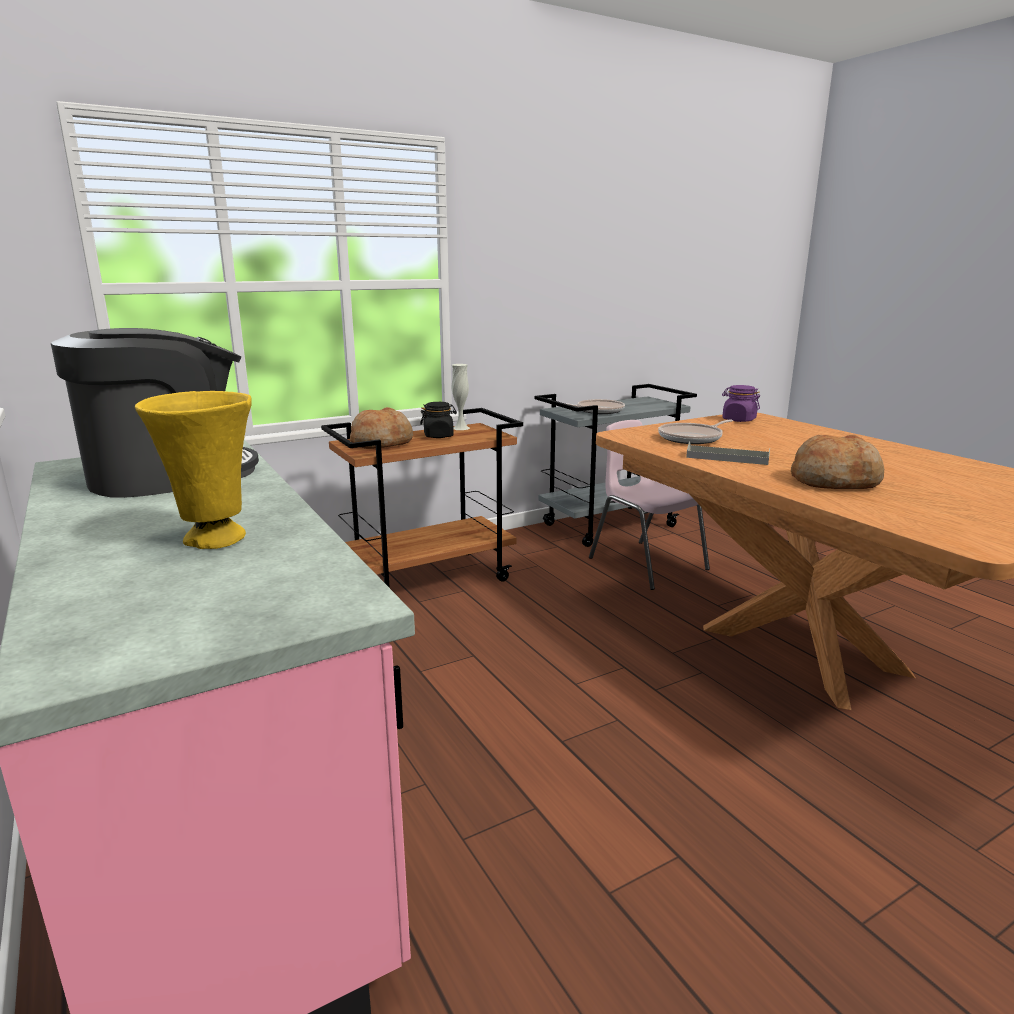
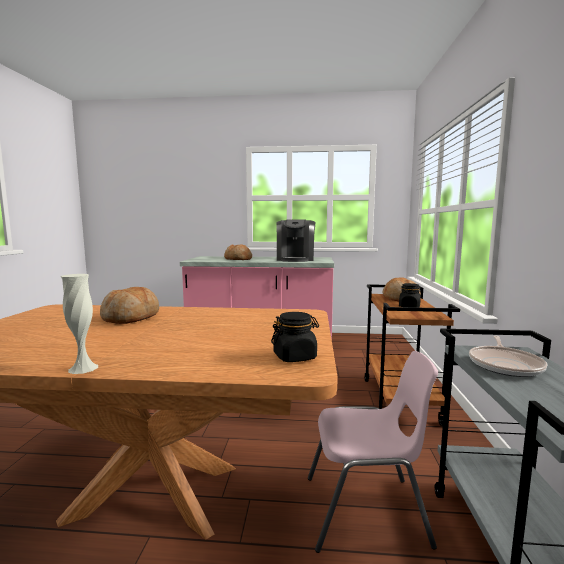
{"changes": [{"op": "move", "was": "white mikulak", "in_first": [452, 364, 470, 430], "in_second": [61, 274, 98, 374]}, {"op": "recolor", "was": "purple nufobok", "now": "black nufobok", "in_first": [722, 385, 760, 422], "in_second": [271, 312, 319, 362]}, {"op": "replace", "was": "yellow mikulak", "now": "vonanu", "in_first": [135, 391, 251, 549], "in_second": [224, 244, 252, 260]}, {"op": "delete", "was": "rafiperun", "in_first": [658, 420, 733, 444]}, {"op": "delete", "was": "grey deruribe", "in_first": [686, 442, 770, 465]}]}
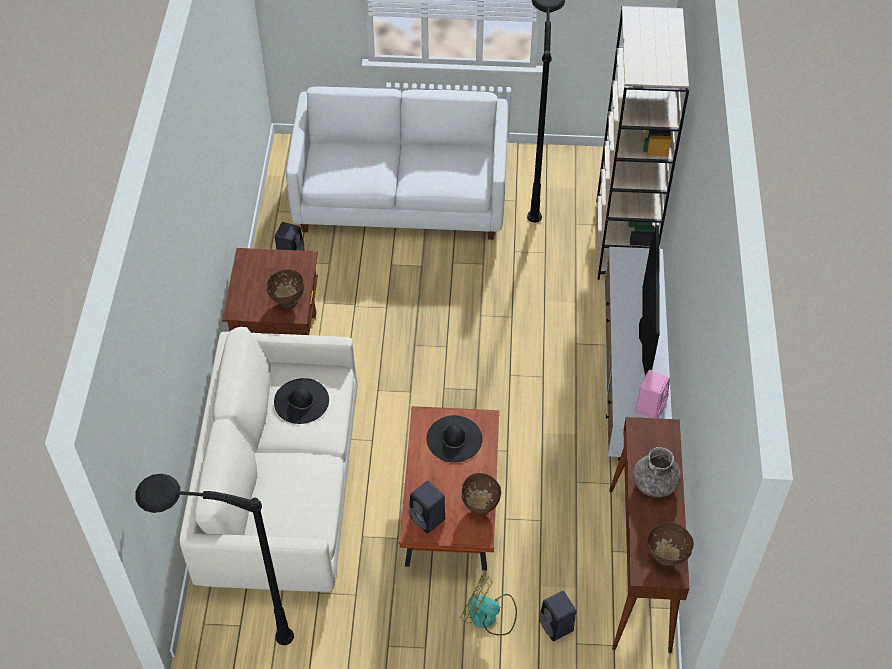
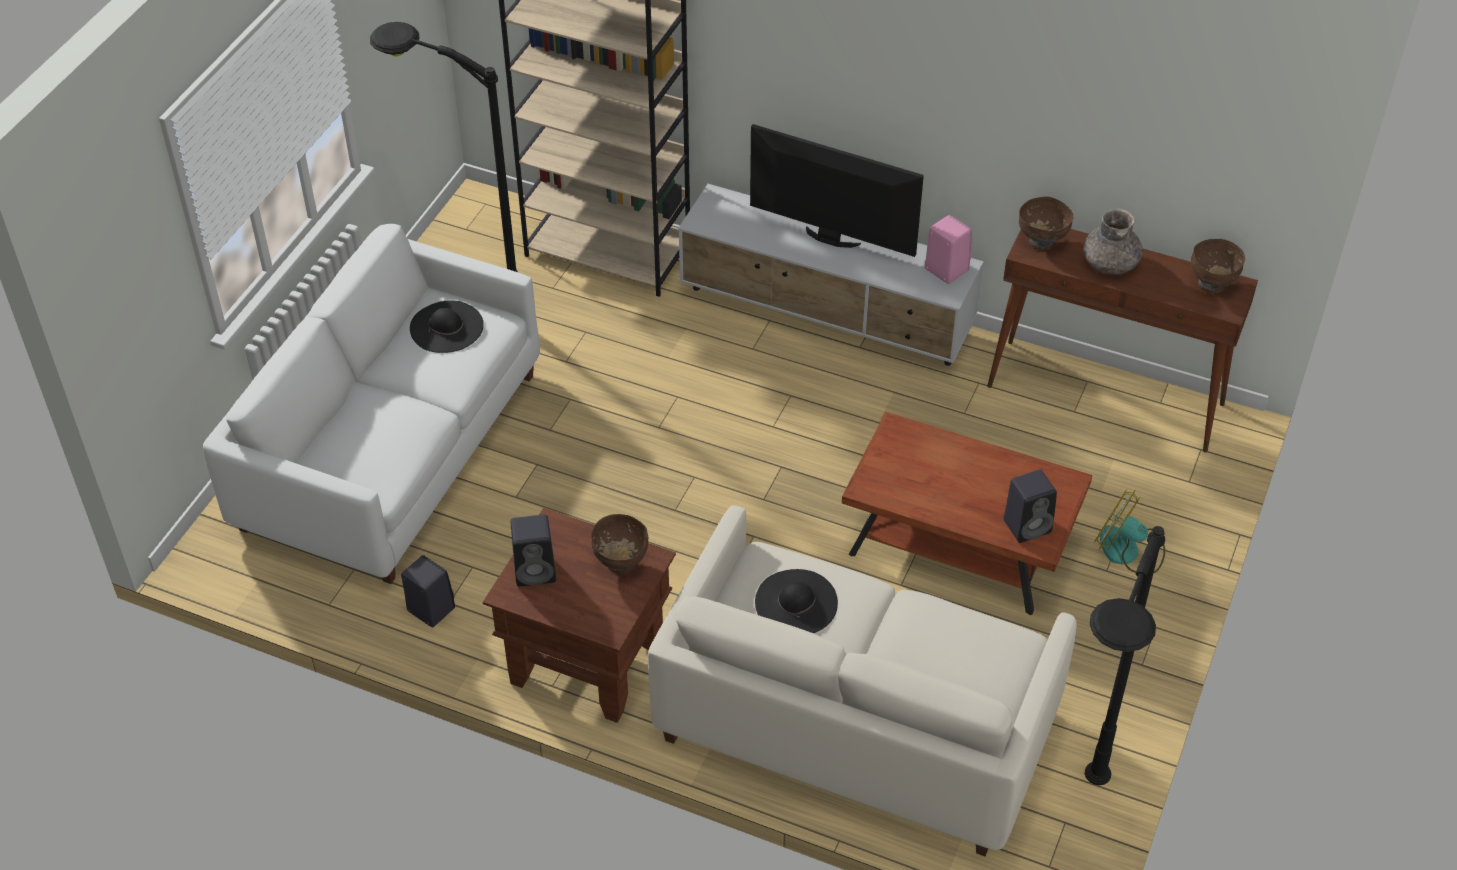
{"changes": [{"op": "move", "was": "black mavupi", "in_first": [427, 415, 483, 463], "in_second": [410, 300, 484, 353]}, {"op": "move", "was": "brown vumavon", "in_first": [462, 473, 501, 514], "in_second": [1019, 196, 1073, 250]}, {"op": "rotate", "was": "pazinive", "in_first": [460, 576, 517, 635], "in_second": [1094, 489, 1165, 573], "clockwise": 75}, {"op": "move", "was": "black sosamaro", "in_first": [539, 591, 576, 641], "in_second": [511, 514, 556, 587]}]}
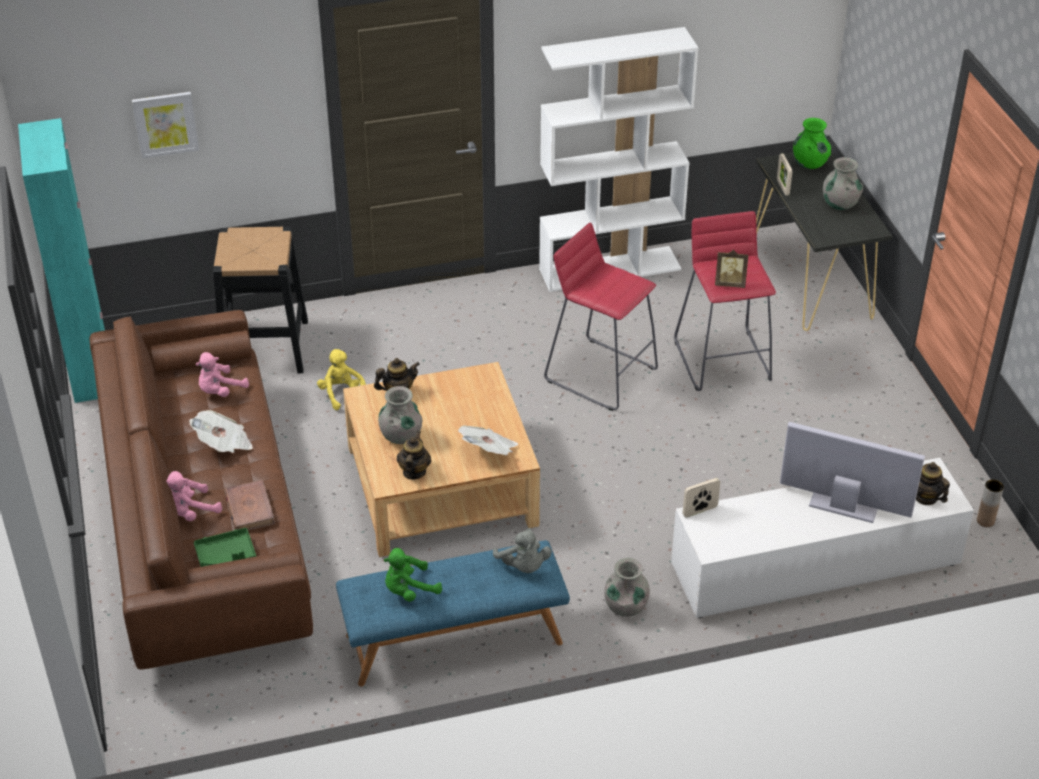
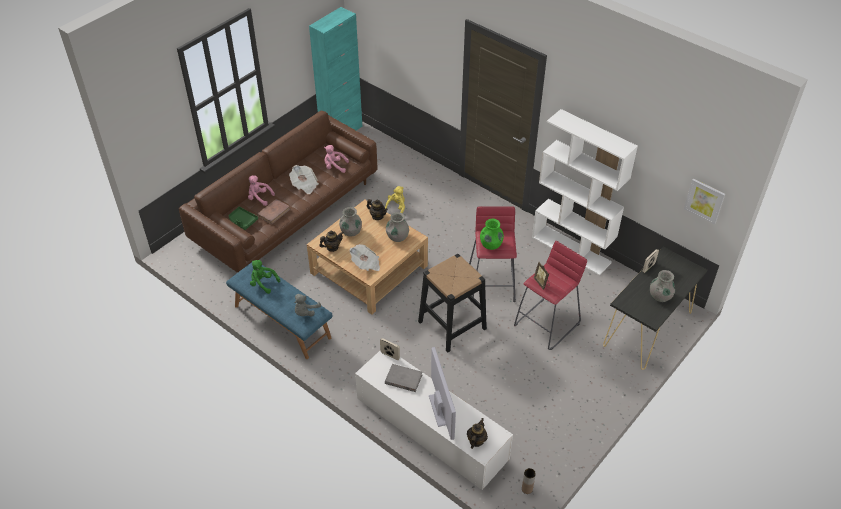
{"changes": [{"op": "move", "was": "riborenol", "in_first": [132, 92, 199, 159], "in_second": [684, 179, 725, 224]}, {"op": "move", "was": "green mikulak", "in_first": [793, 118, 831, 169], "in_second": [480, 219, 504, 250]}, {"op": "move", "was": "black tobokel", "in_first": [213, 227, 308, 373], "in_second": [418, 254, 487, 352]}, {"op": "move", "was": "grey mikulak", "in_first": [604, 558, 650, 617], "in_second": [386, 212, 409, 242]}, {"op": "insert", "now": "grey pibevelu", "in_second": [385, 364, 422, 392]}]}
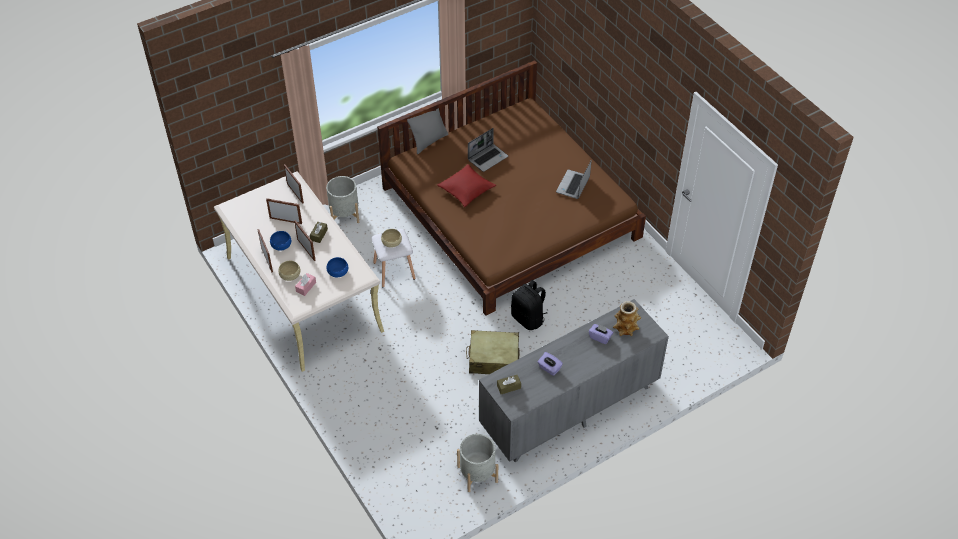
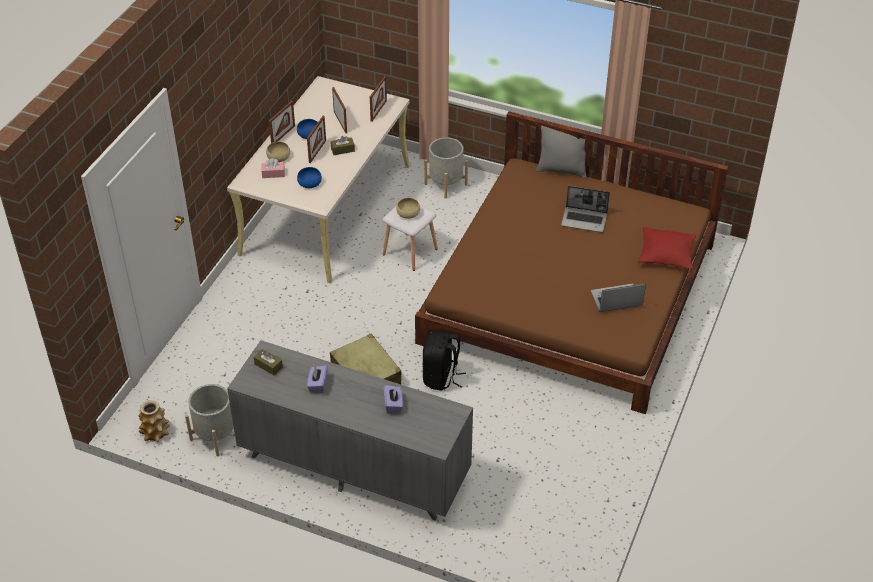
{"changes": [{"op": "move", "was": "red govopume", "in_first": [437, 164, 496, 207], "in_second": [638, 227, 696, 270]}, {"op": "move", "was": "mikulak", "in_first": [613, 301, 641, 336], "in_second": [138, 400, 170, 442]}]}
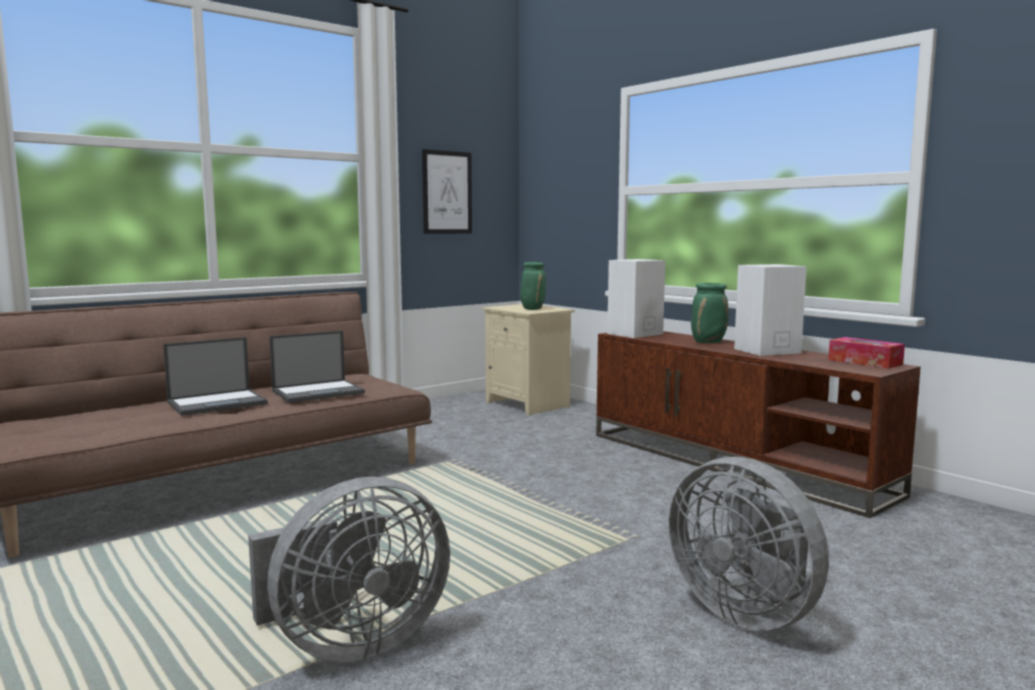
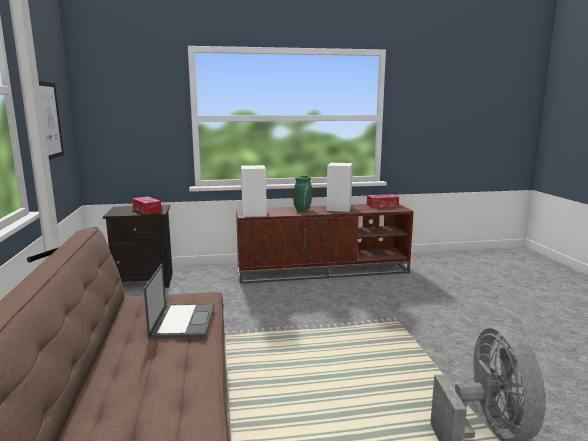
{"changes": [{"op": "replace", "was": "green mikulak", "now": "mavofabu", "in_first": [521, 262, 546, 310], "in_second": [132, 196, 162, 214]}, {"op": "recolor", "was": "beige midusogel", "now": "black midusogel", "in_first": [482, 304, 575, 415], "in_second": [103, 205, 173, 288]}, {"op": "delete", "was": "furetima", "in_first": [163, 337, 268, 416]}, {"op": "delete", "was": "grey pazinive", "in_first": [669, 457, 829, 631]}]}
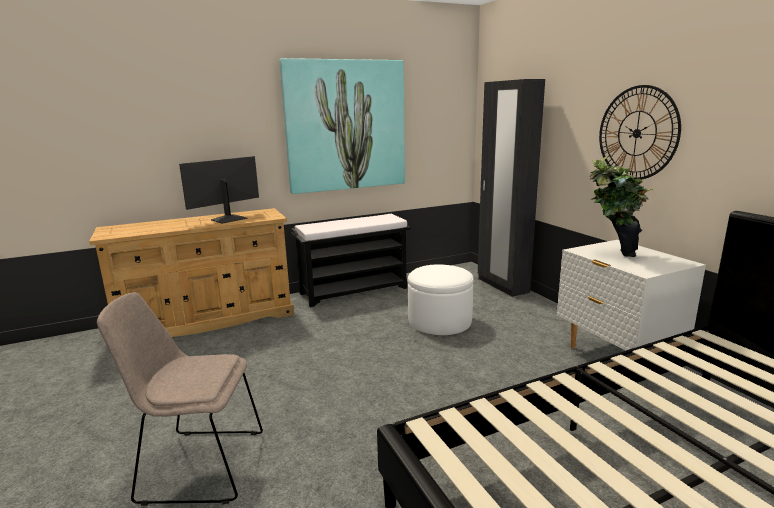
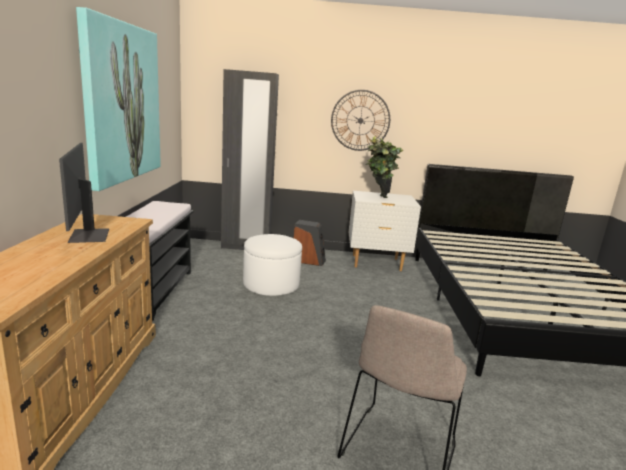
{"changes": [{"op": "insert", "now": "sosamaro", "in_second": [294, 220, 326, 266]}]}
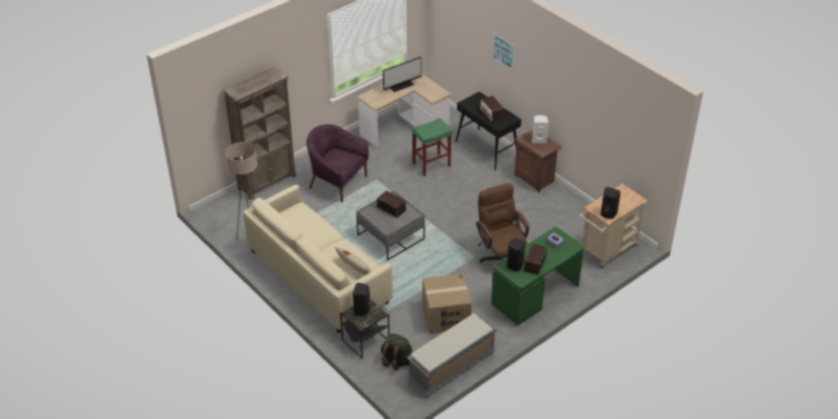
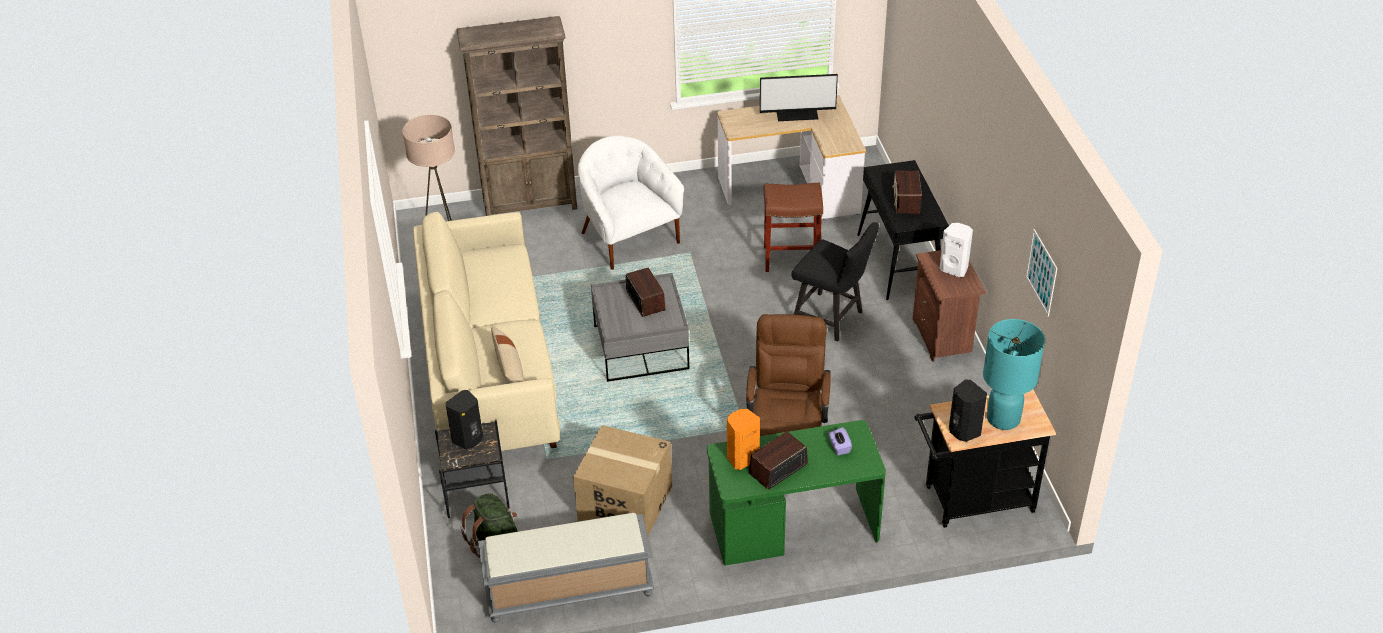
{"changes": [{"op": "move", "was": "riborenol", "in_first": [492, 33, 515, 71], "in_second": [1026, 229, 1057, 316]}, {"op": "recolor", "was": "green tobokel", "now": "brown tobokel", "in_first": [412, 118, 452, 176], "in_second": [764, 182, 823, 272]}, {"op": "recolor", "was": "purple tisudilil", "now": "white tisudilil", "in_first": [306, 124, 369, 202], "in_second": [578, 136, 684, 270]}, {"op": "recolor", "was": "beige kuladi", "now": "black kuladi", "in_first": [579, 184, 648, 269], "in_second": [915, 389, 1056, 528]}, {"op": "recolor", "was": "black sosamaro", "now": "orange sosamaro", "in_first": [507, 238, 525, 272], "in_second": [727, 409, 760, 470]}, {"op": "insert", "now": "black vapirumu", "in_second": [792, 222, 879, 342]}, {"op": "insert", "now": "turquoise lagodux", "in_second": [983, 319, 1045, 430]}]}
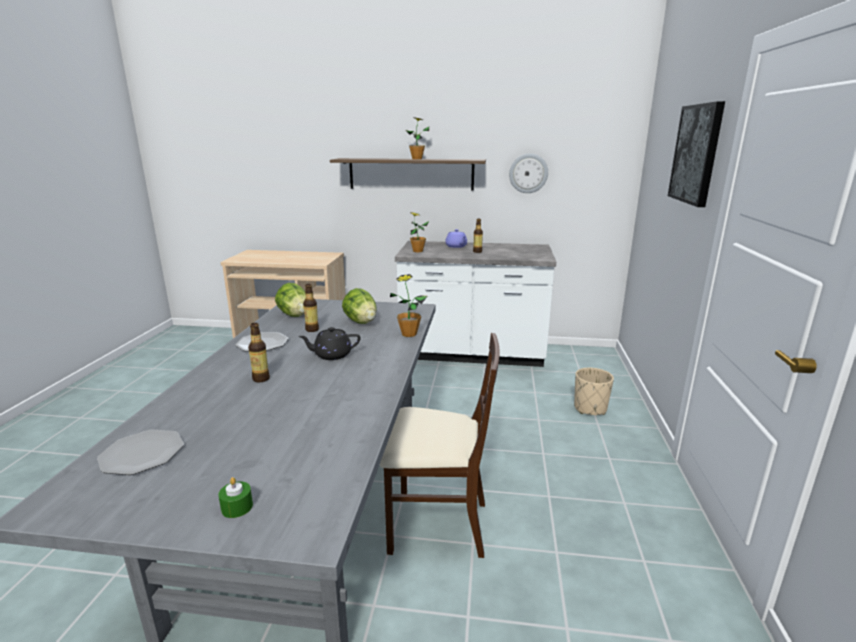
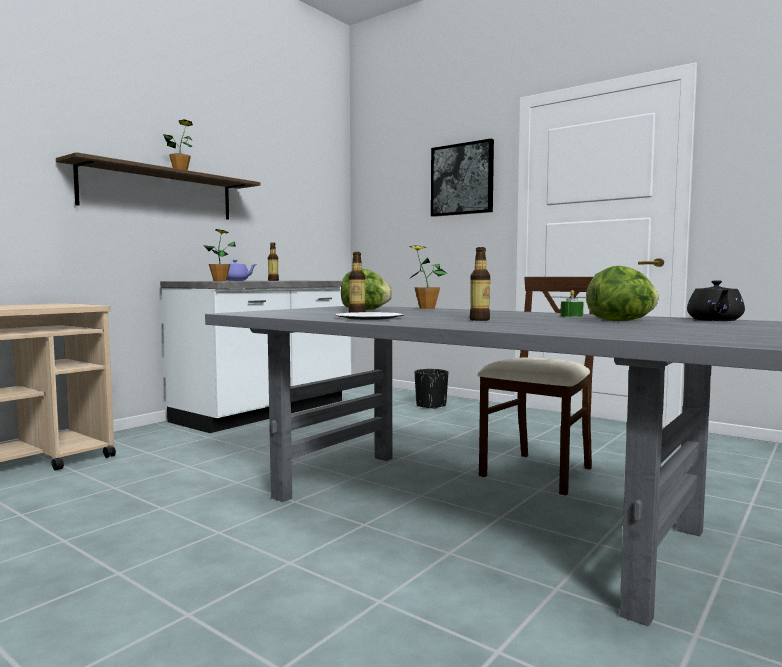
{"changes": [{"op": "delete", "was": "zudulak", "in_first": [509, 154, 548, 193]}, {"op": "move", "was": "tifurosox", "in_first": [275, 283, 306, 317], "in_second": [586, 266, 659, 321]}, {"op": "move", "was": "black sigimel", "in_first": [298, 327, 361, 360], "in_second": [687, 280, 745, 321]}, {"op": "recolor", "was": "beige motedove", "now": "black motedove", "in_first": [574, 368, 614, 415], "in_second": [415, 369, 448, 409]}, {"op": "delete", "was": "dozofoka", "in_first": [97, 430, 184, 475]}, {"op": "move", "was": "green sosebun", "in_first": [218, 477, 253, 518], "in_second": [561, 290, 583, 317]}]}
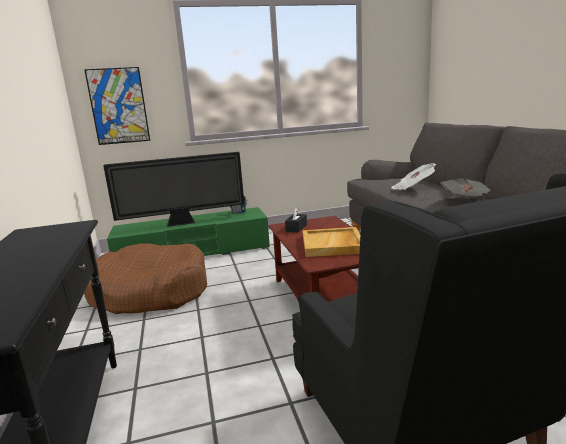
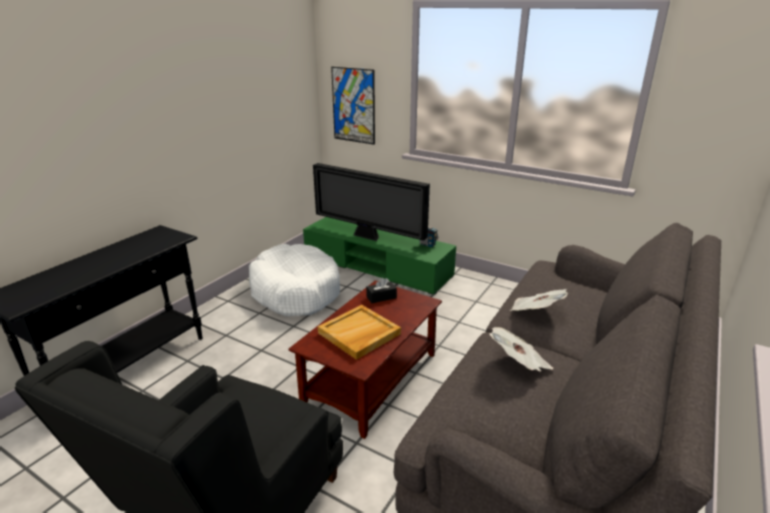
{"changes": [{"op": "recolor", "was": "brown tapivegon", "now": "white tapivegon", "in_first": [84, 243, 207, 314], "in_second": [249, 244, 340, 316]}]}
